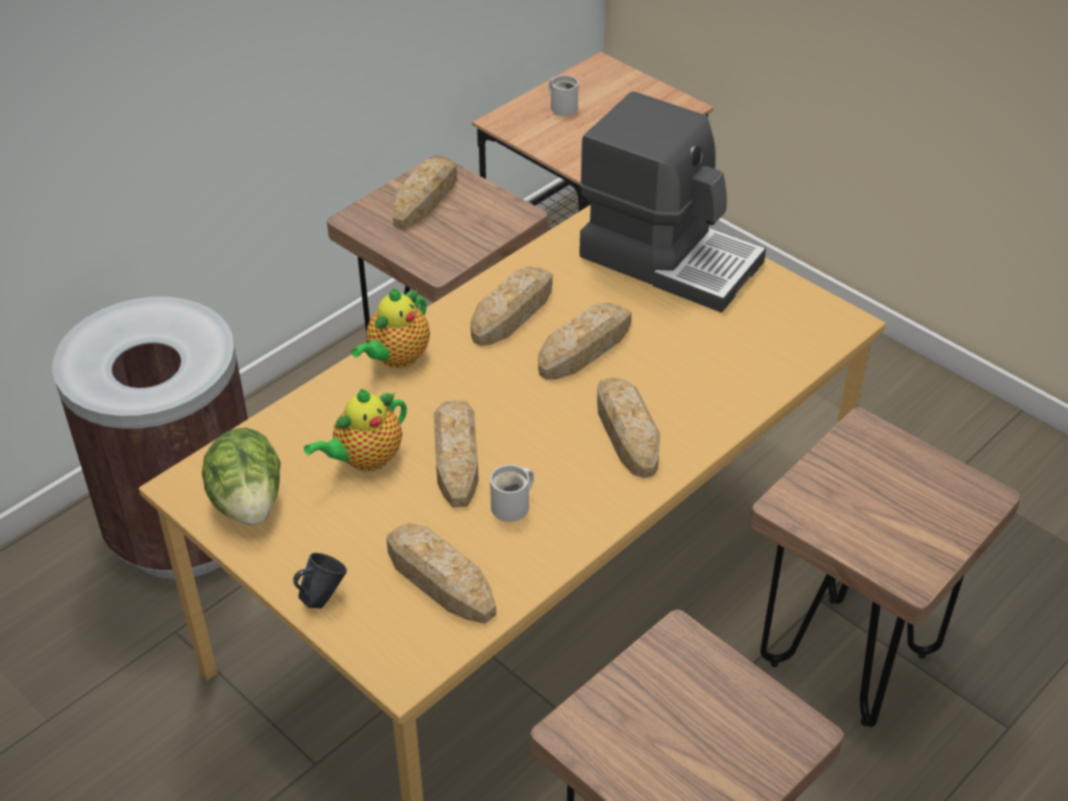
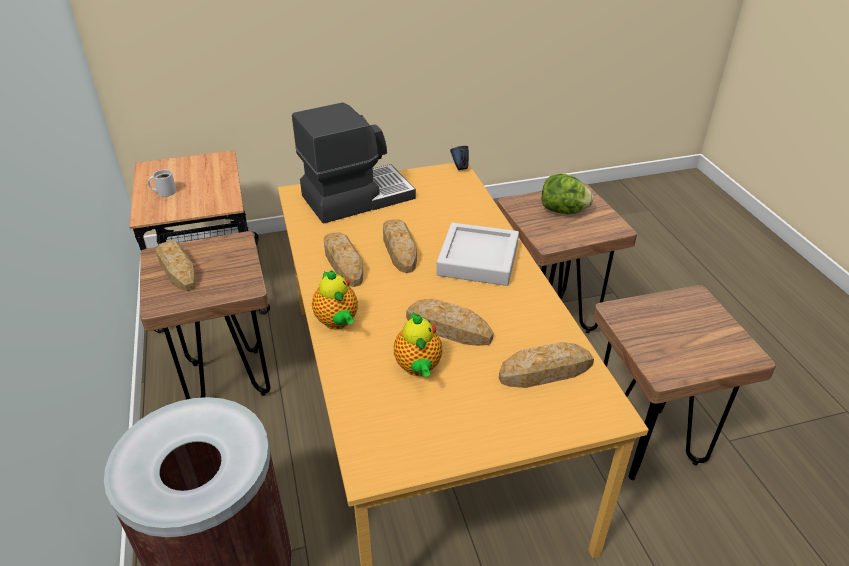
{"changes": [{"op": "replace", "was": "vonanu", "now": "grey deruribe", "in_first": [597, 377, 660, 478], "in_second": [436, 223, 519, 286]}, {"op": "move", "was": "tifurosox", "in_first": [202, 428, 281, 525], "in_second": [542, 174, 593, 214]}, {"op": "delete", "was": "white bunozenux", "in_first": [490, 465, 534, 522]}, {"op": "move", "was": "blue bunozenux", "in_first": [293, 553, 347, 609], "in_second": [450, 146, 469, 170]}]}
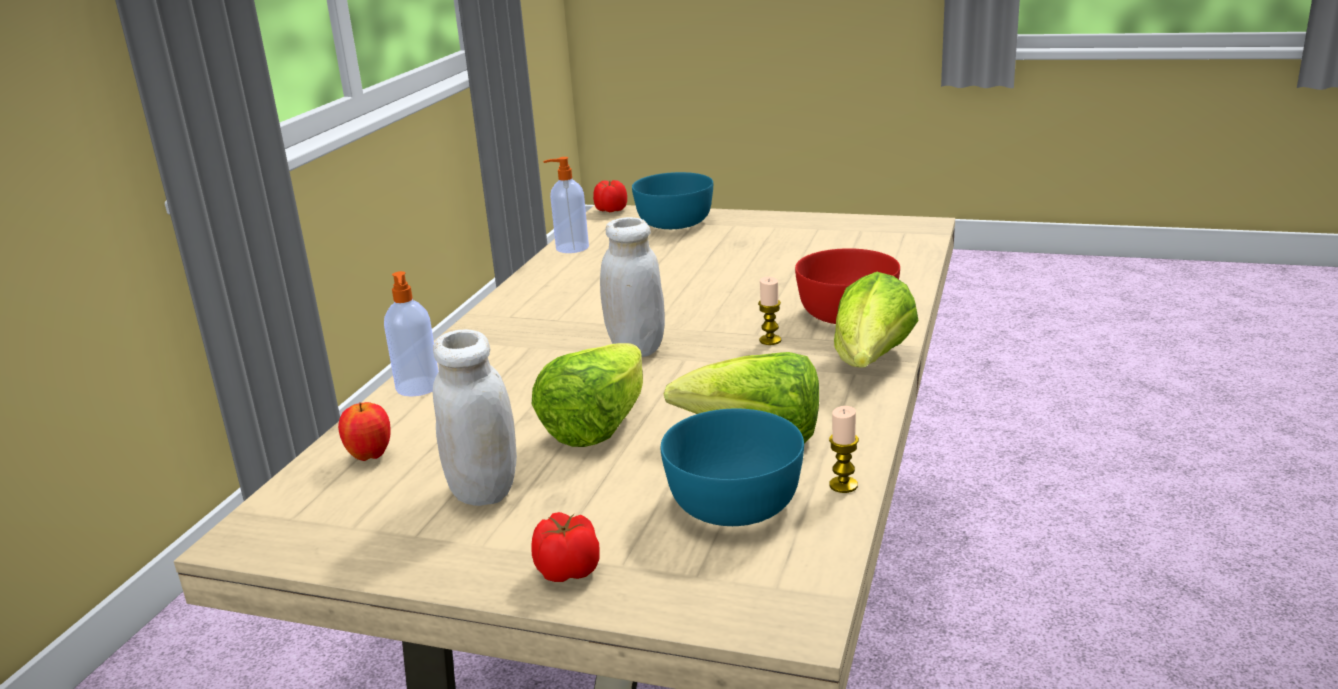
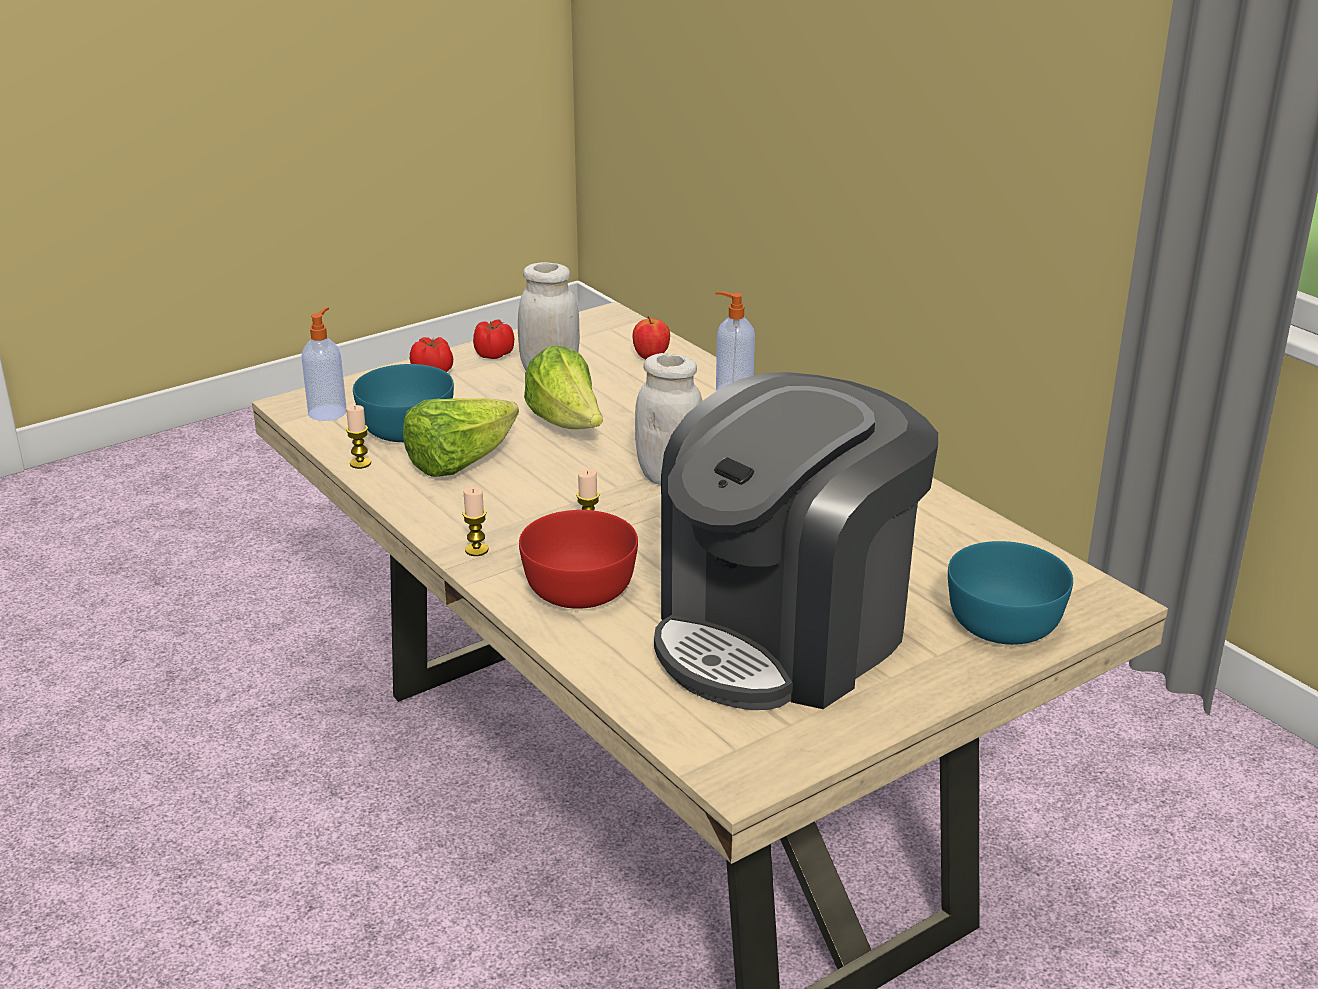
{"changes": [{"op": "move", "was": "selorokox", "in_first": [543, 157, 589, 253], "in_second": [301, 307, 346, 421]}, {"op": "move", "was": "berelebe", "in_first": [593, 180, 627, 212], "in_second": [473, 319, 514, 359]}, {"op": "replace", "was": "tifurosox", "now": "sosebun", "in_first": [834, 272, 919, 368], "in_second": [462, 487, 488, 556]}, {"op": "insert", "now": "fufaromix", "in_second": [654, 372, 938, 710]}]}
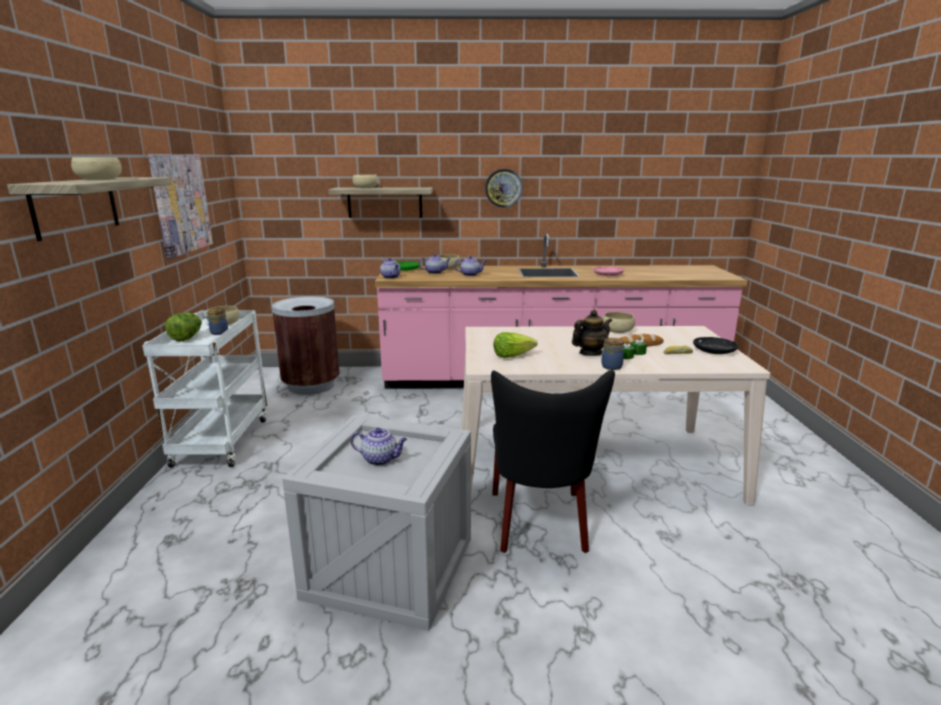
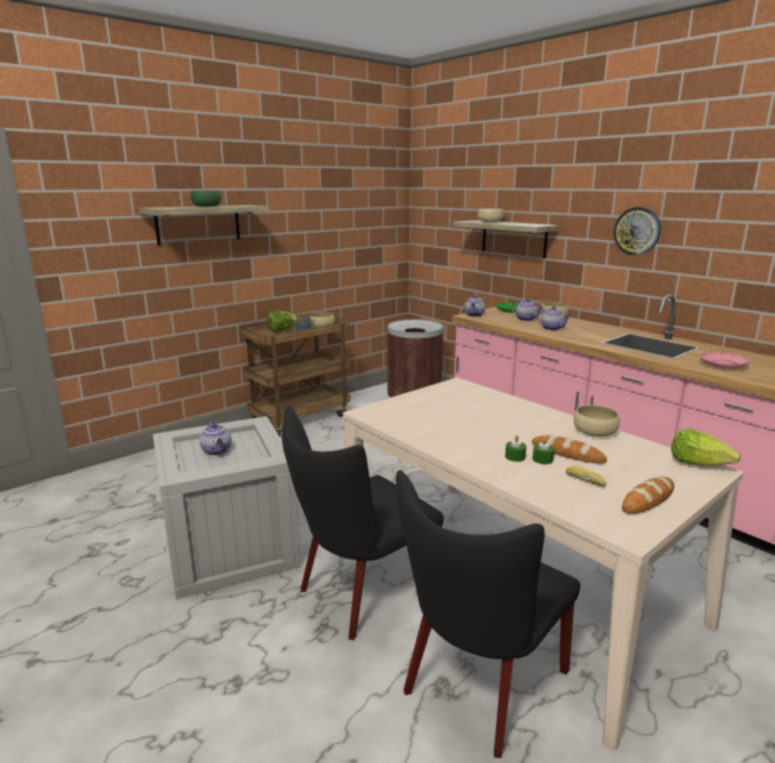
{"changes": [{"op": "delete", "was": "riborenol", "in_first": [148, 154, 213, 258]}, {"op": "recolor", "was": "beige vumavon", "now": "green vumavon", "in_first": [71, 157, 122, 180], "in_second": [191, 191, 221, 207]}, {"op": "recolor", "was": "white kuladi", "now": "brown kuladi", "in_first": [142, 310, 267, 467], "in_second": [241, 317, 350, 437]}, {"op": "delete", "was": "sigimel", "in_first": [572, 310, 612, 356]}, {"op": "move", "was": "tifurosox", "in_first": [494, 332, 537, 358], "in_second": [671, 429, 741, 466]}, {"op": "replace", "was": "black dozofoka", "now": "vonanu", "in_first": [693, 337, 738, 354], "in_second": [622, 477, 674, 514]}, {"op": "delete", "was": "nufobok", "in_first": [601, 338, 624, 370]}, {"op": "insert", "now": "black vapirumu", "in_second": [396, 470, 580, 758]}]}
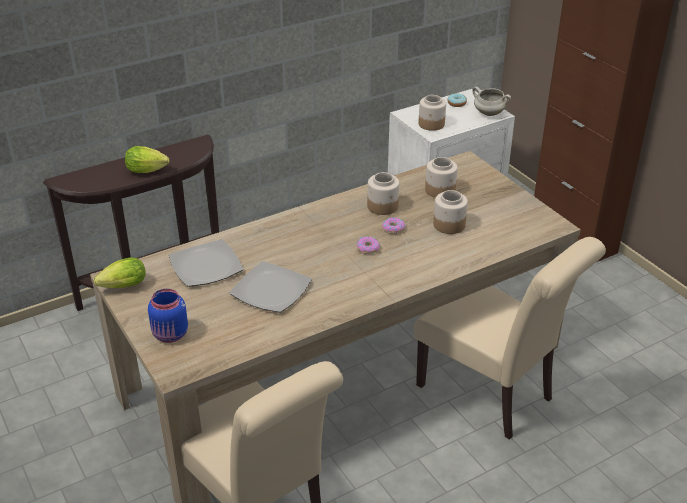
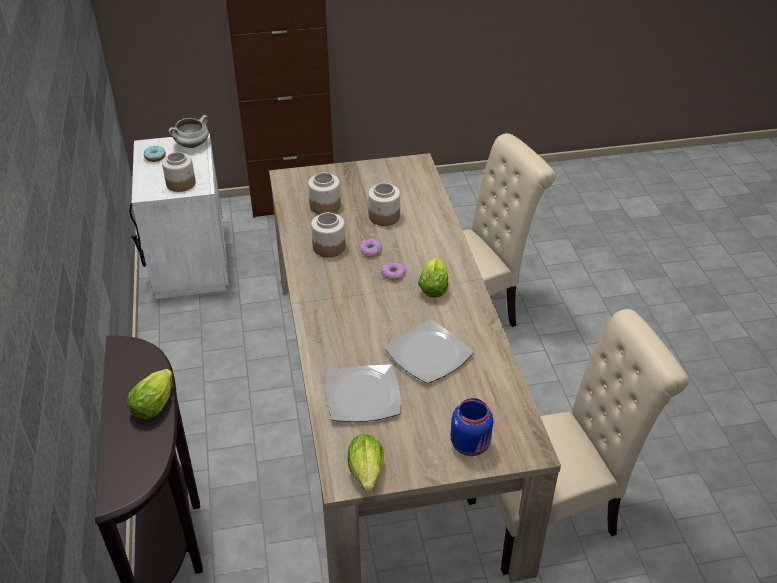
{"changes": [{"op": "insert", "now": "tifurosox", "in_second": [418, 257, 448, 298]}]}
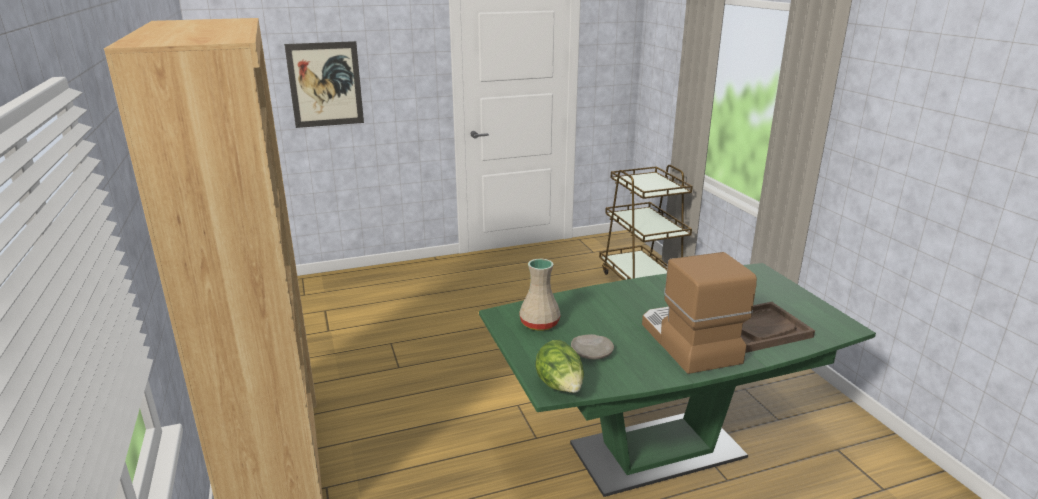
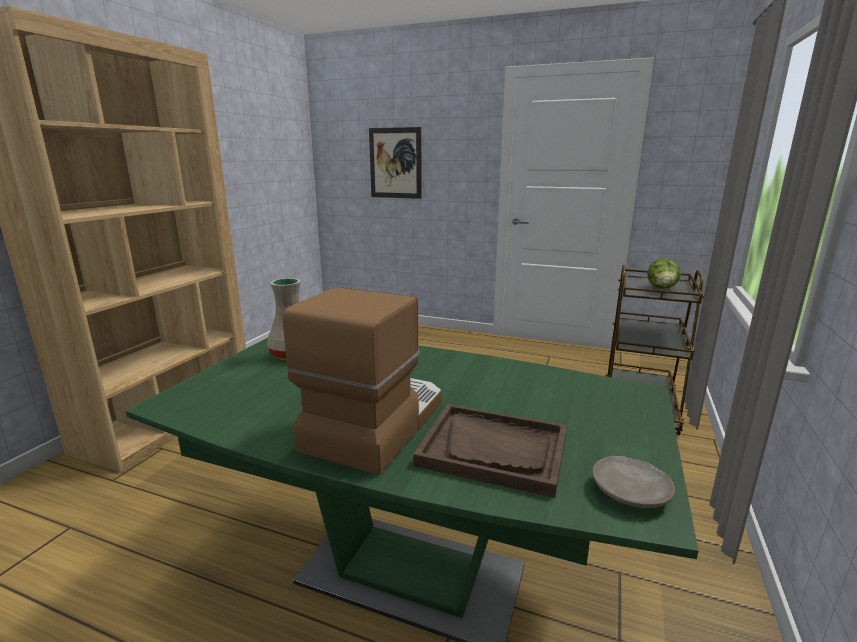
{"changes": [{"op": "move", "was": "beige dozofoka", "in_first": [571, 334, 614, 359], "in_second": [592, 456, 675, 508]}, {"op": "move", "was": "tifurosox", "in_first": [536, 340, 584, 393], "in_second": [647, 258, 681, 289]}]}
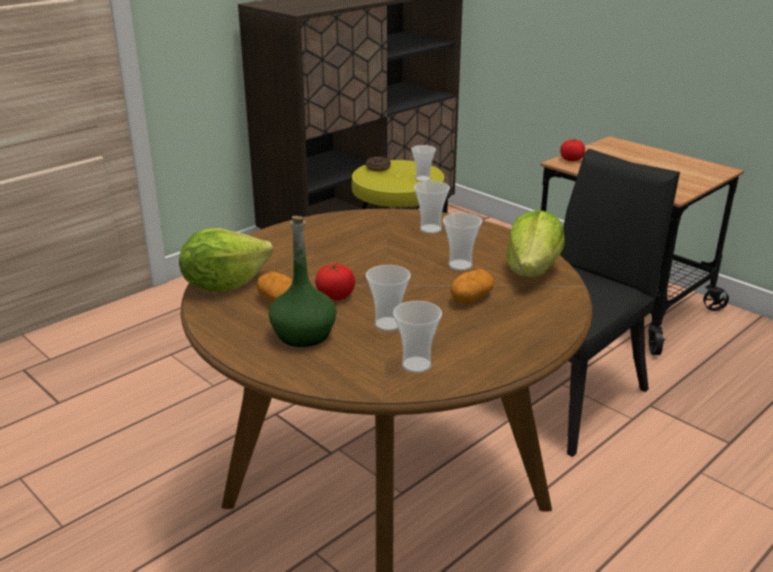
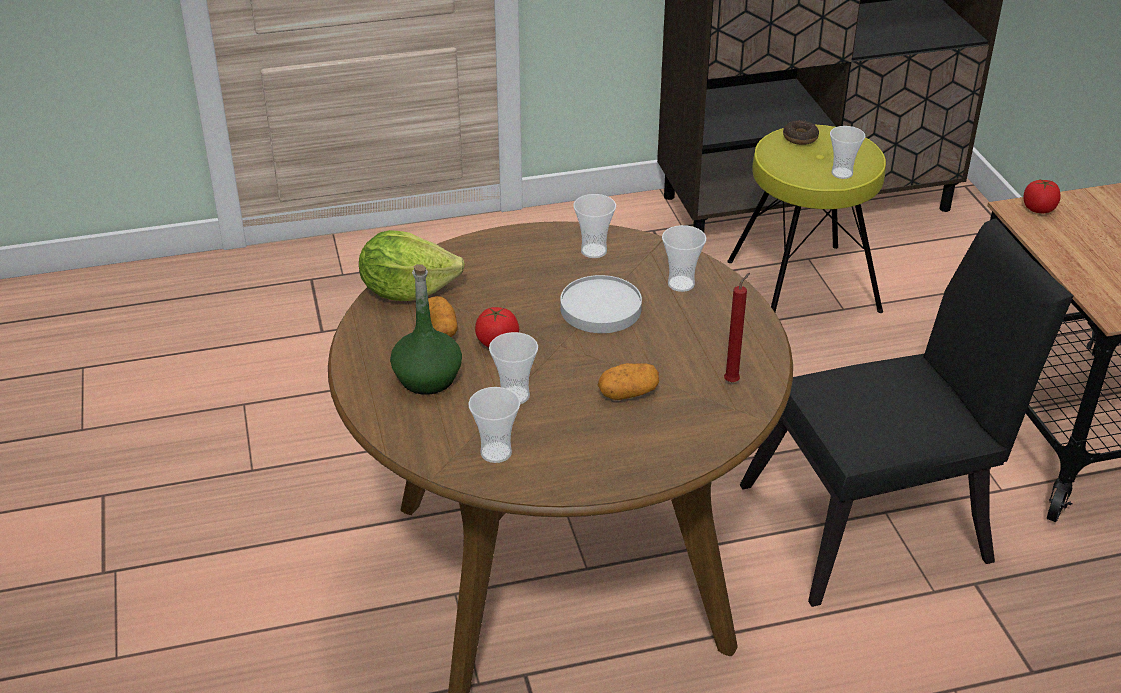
{"changes": [{"op": "replace", "was": "tifurosox", "now": "red sosebun", "in_first": [506, 210, 565, 277], "in_second": [724, 273, 750, 382]}, {"op": "move", "was": "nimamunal", "in_first": [443, 213, 482, 271], "in_second": [573, 194, 616, 258]}, {"op": "insert", "now": "white dozofoka", "in_second": [560, 275, 642, 333]}]}
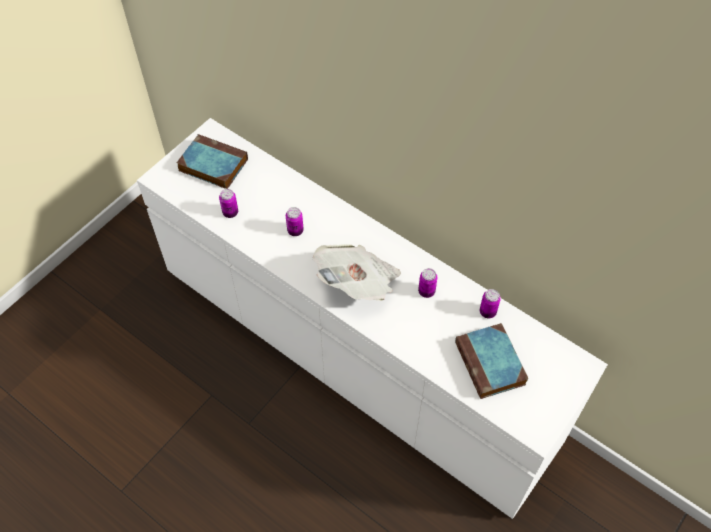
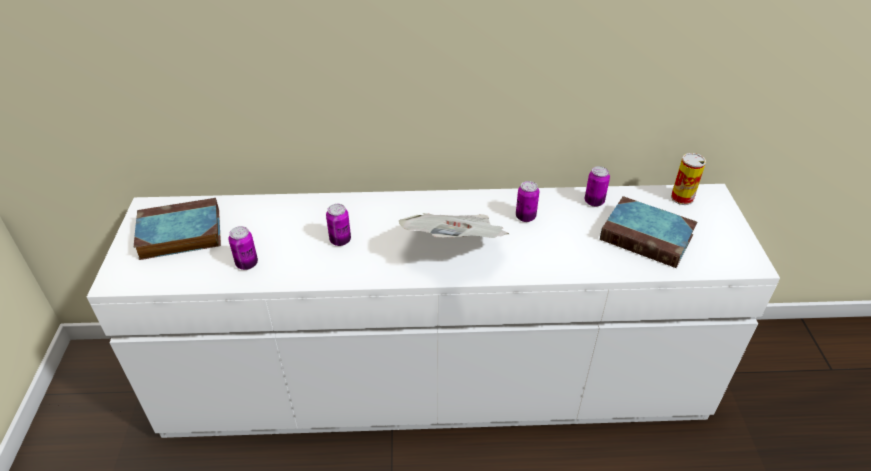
{"changes": [{"op": "insert", "now": "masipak", "in_second": [671, 153, 706, 205]}]}
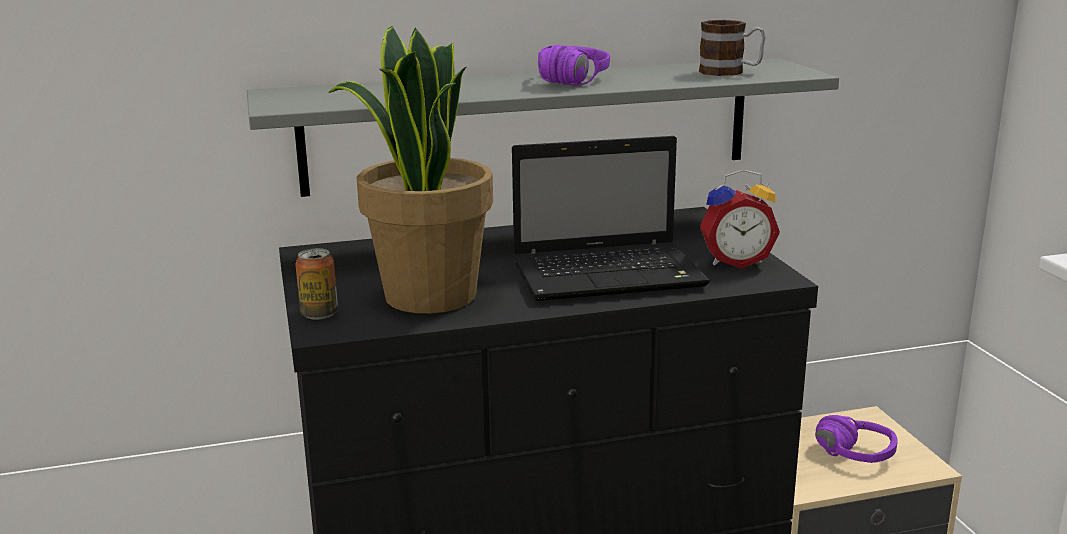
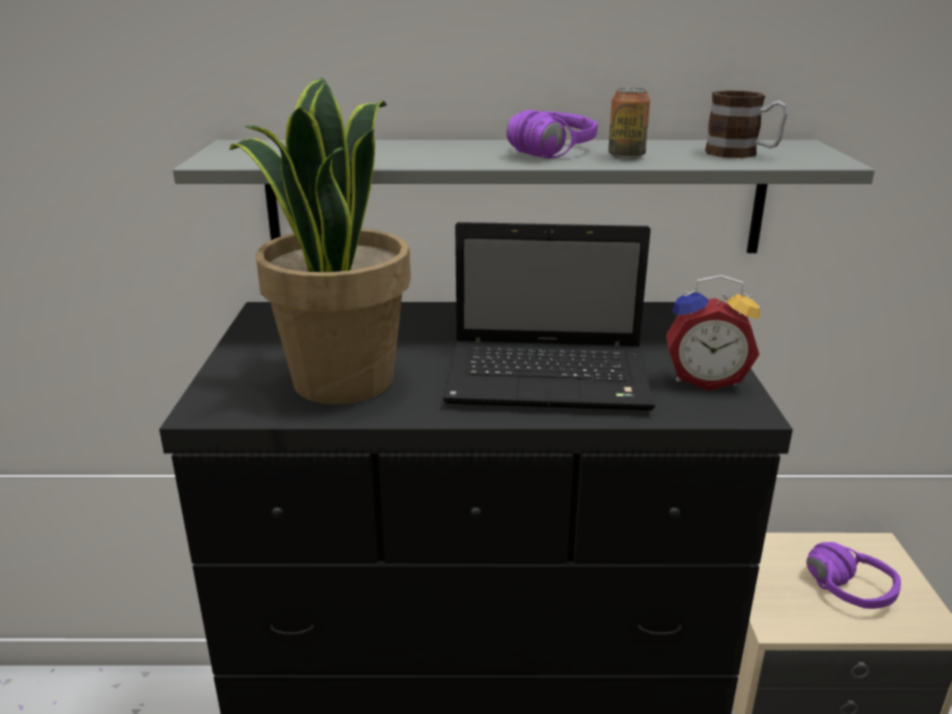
{"changes": [{"op": "move", "was": "masipak", "in_first": [295, 248, 338, 320], "in_second": [608, 88, 650, 159]}]}
